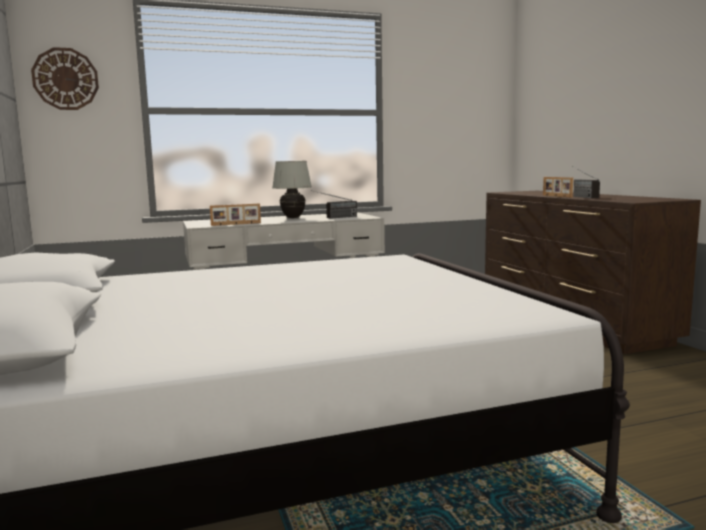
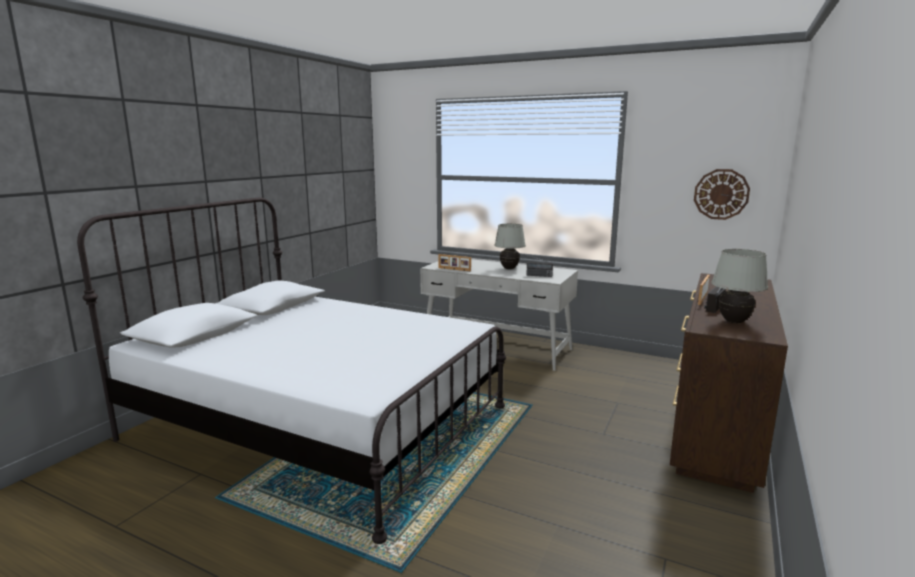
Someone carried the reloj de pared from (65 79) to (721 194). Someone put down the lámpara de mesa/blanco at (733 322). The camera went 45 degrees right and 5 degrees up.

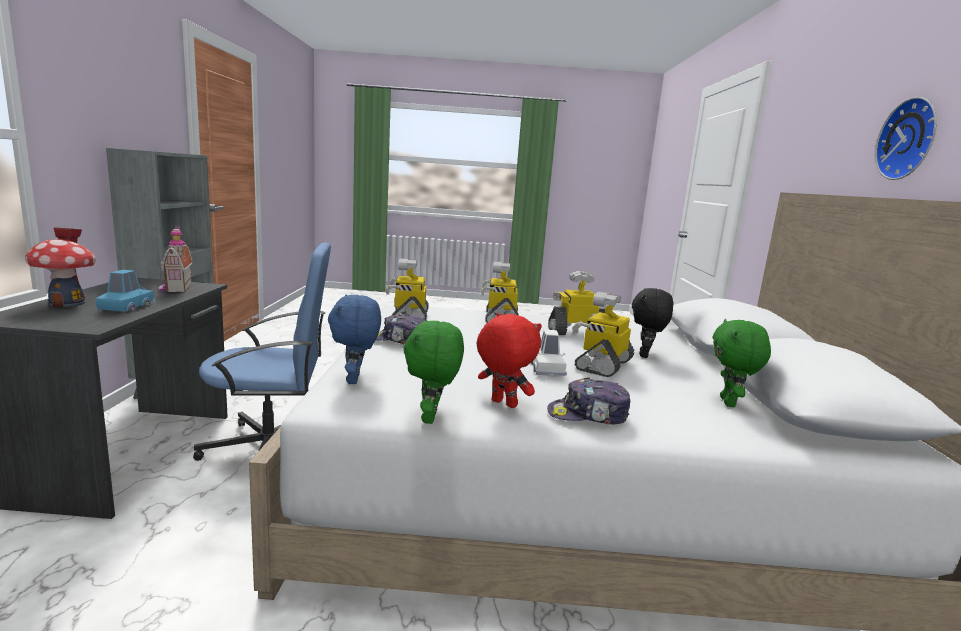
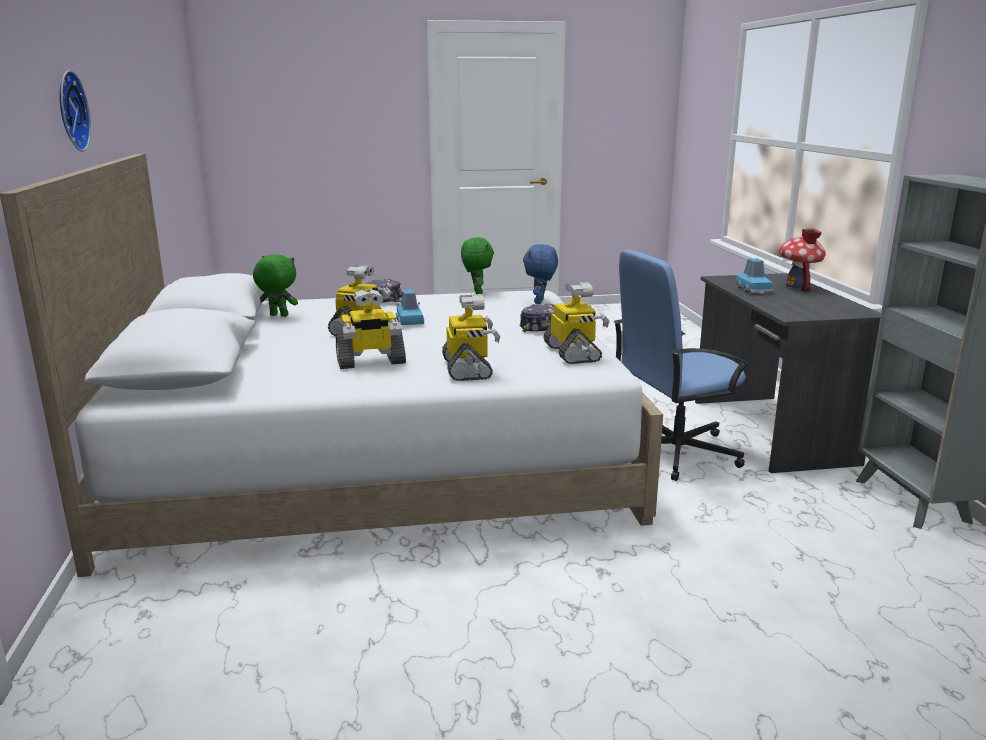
Someone rotated the peluche/verde at (729 403) by 75 degrees counterclockwise. Someone repainted the coche de juguete/blanco at (547 369), which became the coche de juguete/azul at (410 321). Someone rotated the peluche/azul at (355 380) by 150 degrees counterclockwise. Someone took away the casita at (175 288). Someone took away the peluche/rojo at (502 404). Someone took away the peluche/negro at (645 355). The camera went 170 degrees right and 5 degrees up.

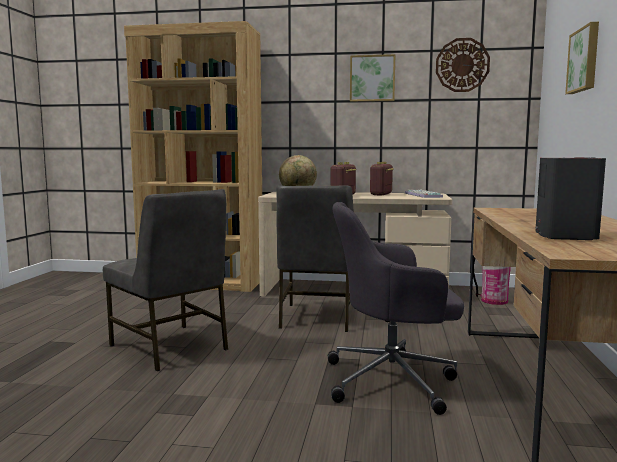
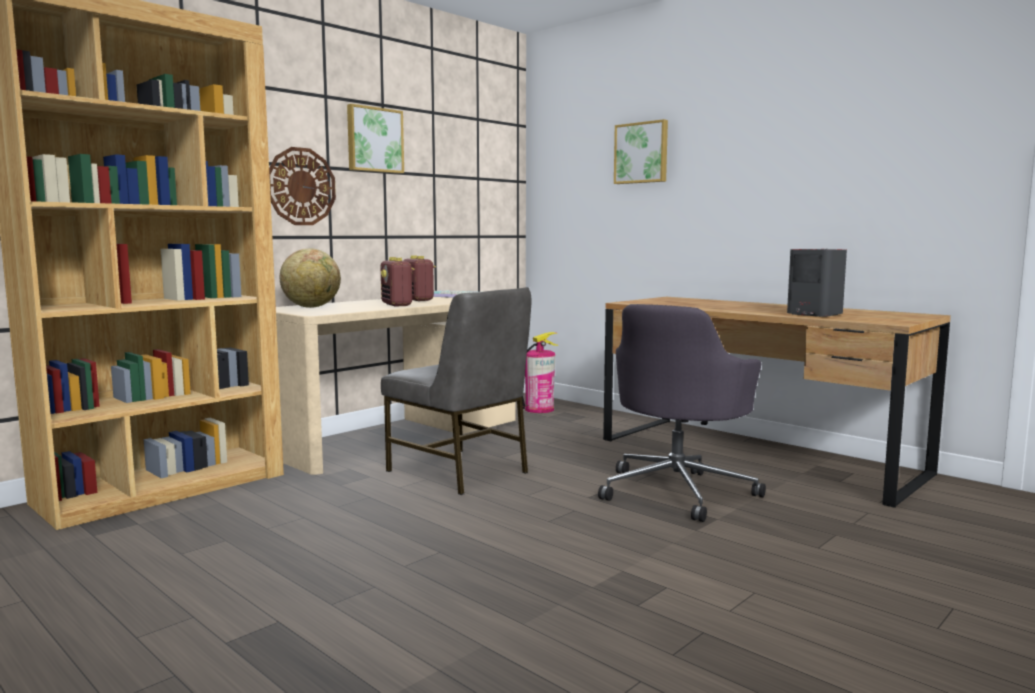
Someone carried the reloj de pared from (462 65) to (301 186). Someone took away the silla/gris at (170 347). The camera went 55 degrees left and 0 degrees up.

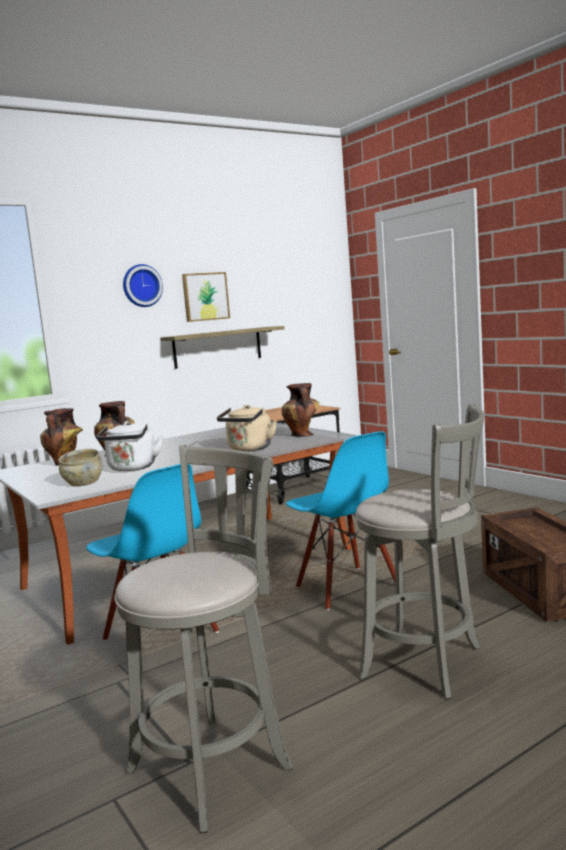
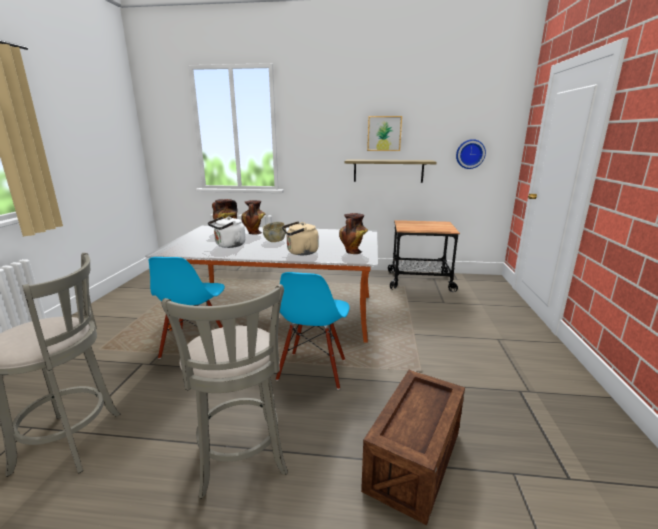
Someone carried the cuenco/beis from (83 483) to (275 240). Someone carried the reloj de pared from (141 286) to (470 154). The camera went 40 degrees right and 10 degrees up.

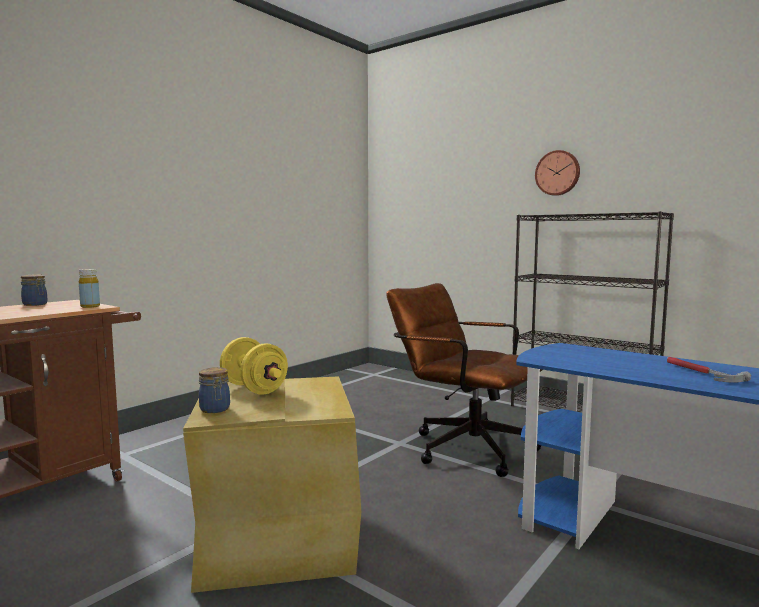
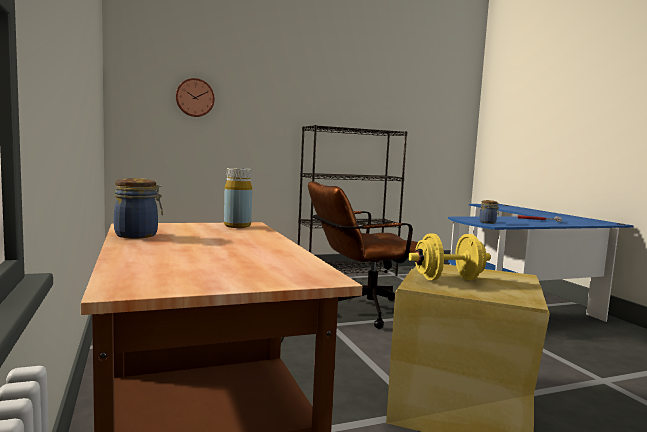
Someone carried the reloj de pared from (558 173) to (195 97). Someone carried the tarro from (215 409) to (488 222). The camera went 60 degrees left and 0 degrees up.

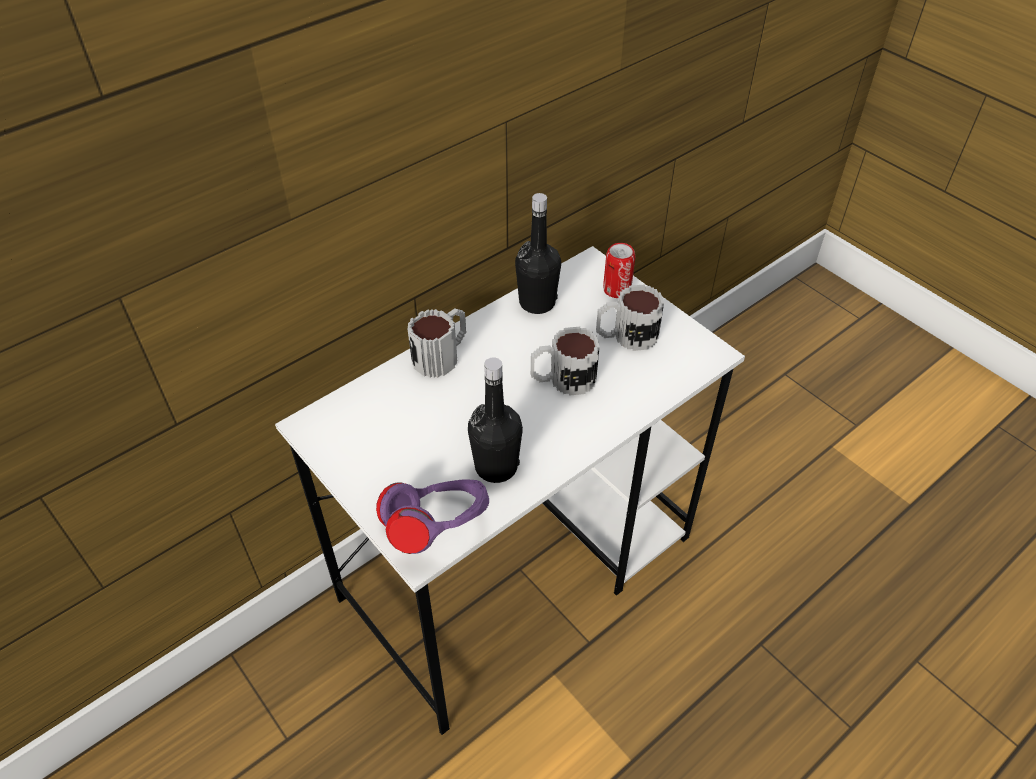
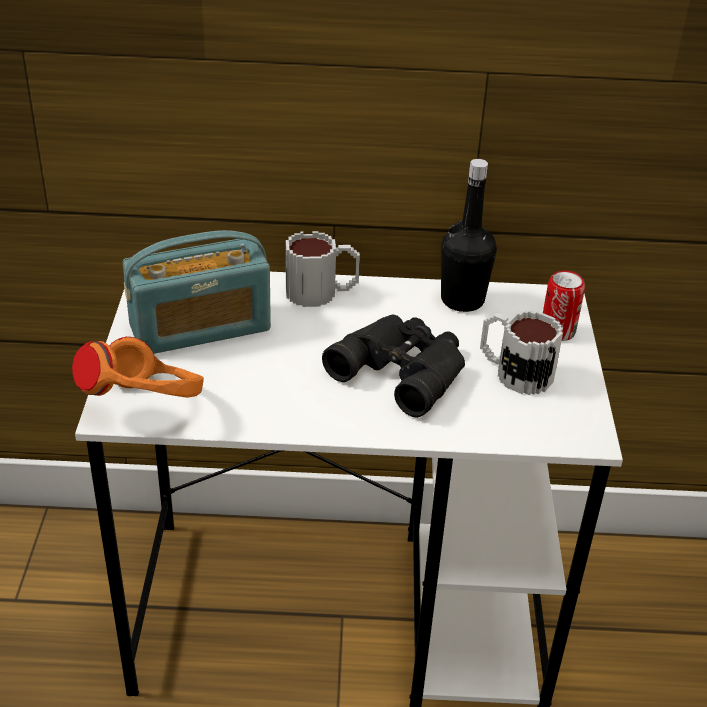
Someone repainted the auriculares/morado at (437 529), which became the auriculares/naranja at (146 406). Someone put down the radio at (200 328). Someone swapped the taza grande at (562 379) for the prismáticos/negro at (403 369). Someone took away the botella/negro at (496 467). The camera went 40 degrees right and 10 degrees down.

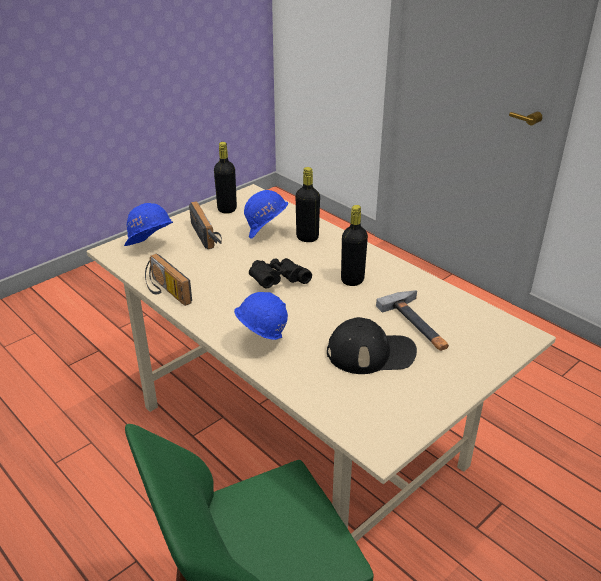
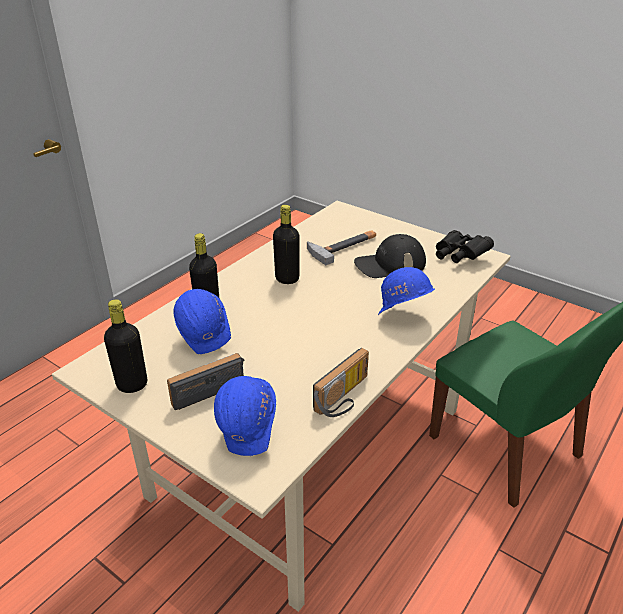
Someone rotated the gorra/negro at (371 353) by 90 degrees counterclockwise. Someone carried the prismáticos/negro from (277 282) to (458 256). The camera went 100 degrees left and 0 degrees up.

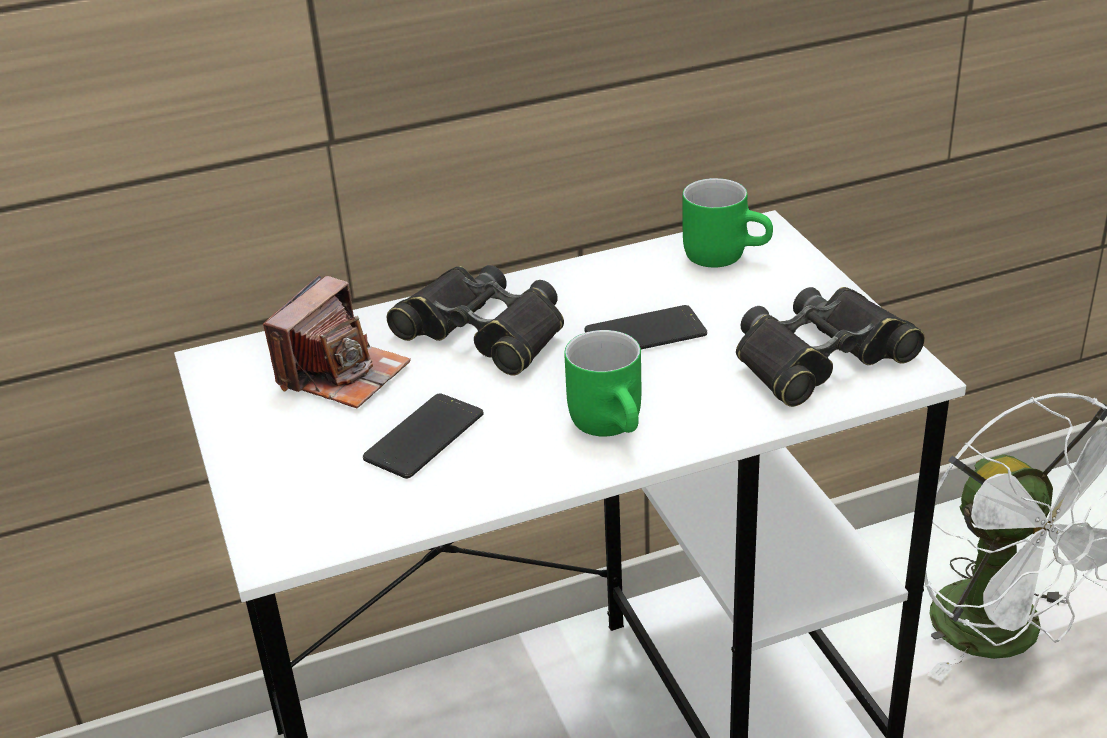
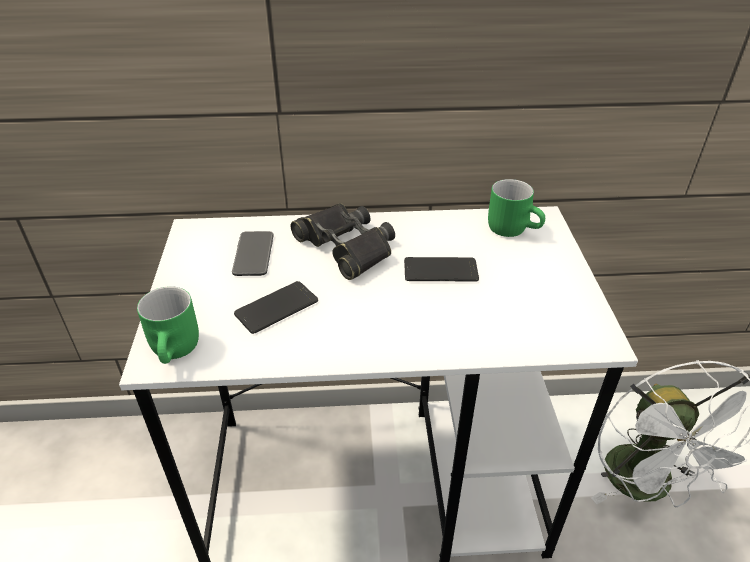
Someone carried the taza grande/verde from (615 423) to (178 349). Someone swapped the cámara at (343 374) for the móvil at (253 254). Someone took away the prismáticos/negro at (820 358). The camera went 15 degrees right and 5 degrees up.

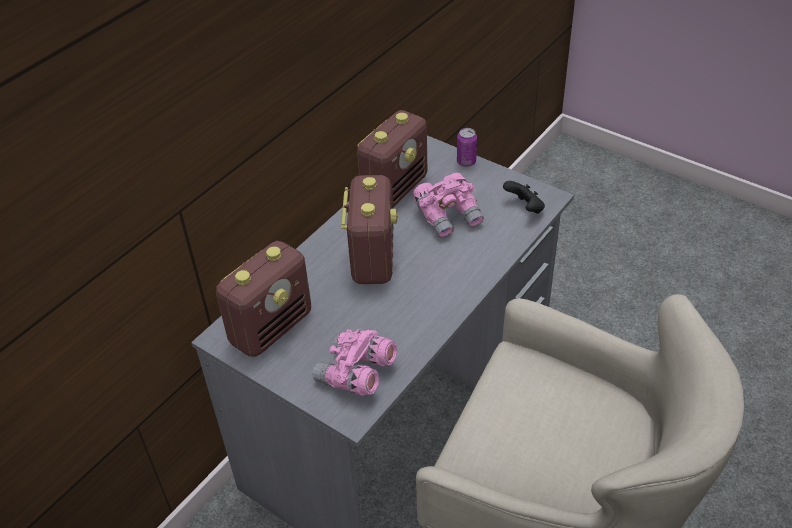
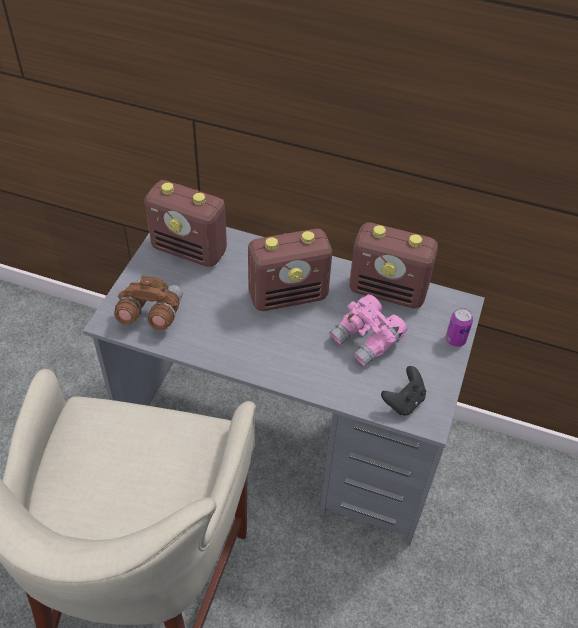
Someone repainted the prismáticos/rosa at (356 375), which became the prismáticos/marrón at (150 314). The camera went 70 degrees right and 5 degrees up.

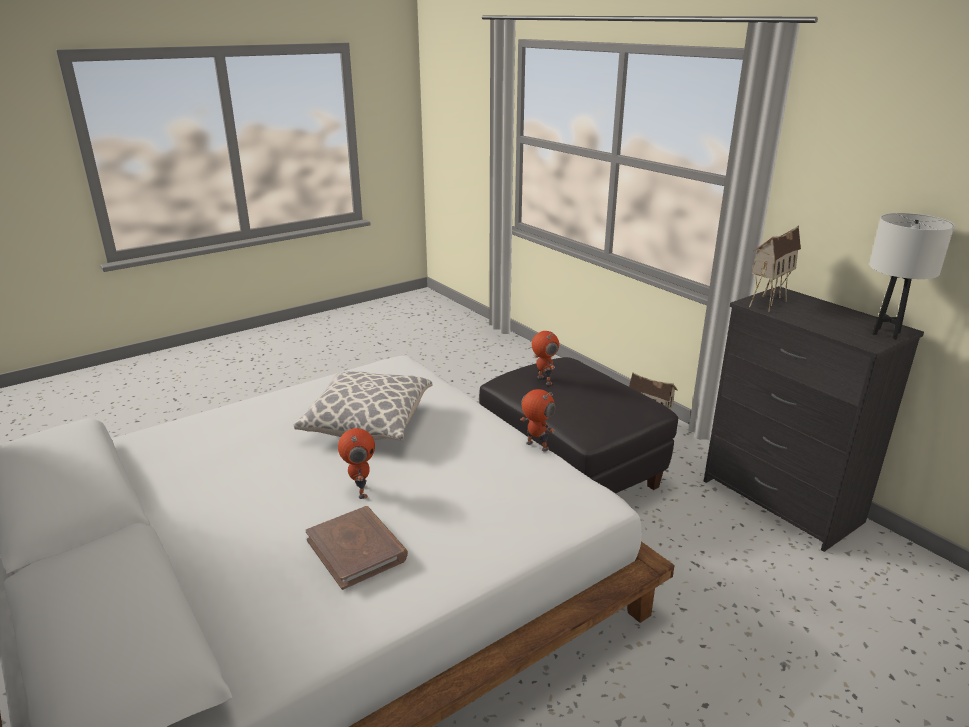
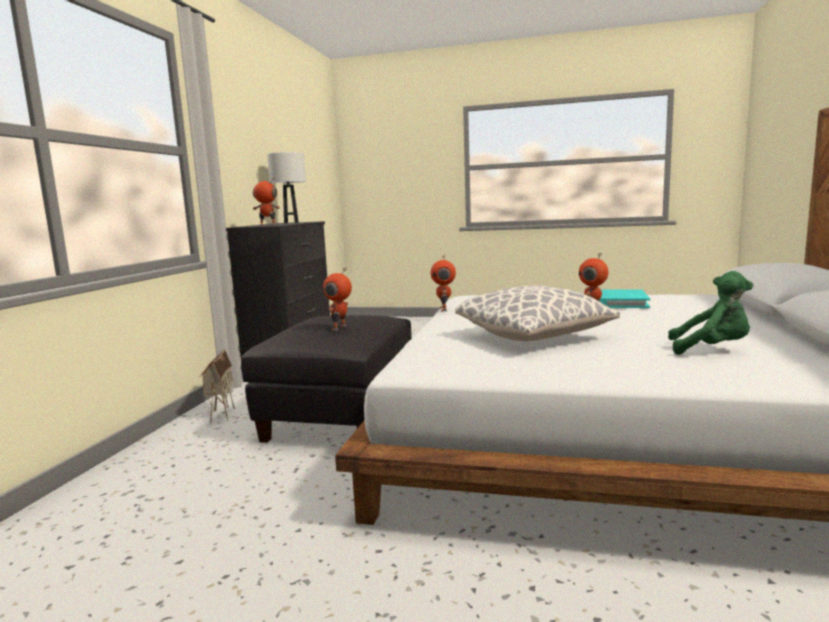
Someone swapped the casita at (766 302) for the robot de juguete at (267 225). Someone repainted the libro/marrón at (357 550), which became the libro/turquesa at (620 302). Someone put down the peluche/verde at (711 349). The camera went 130 degrees left and 15 degrees down.

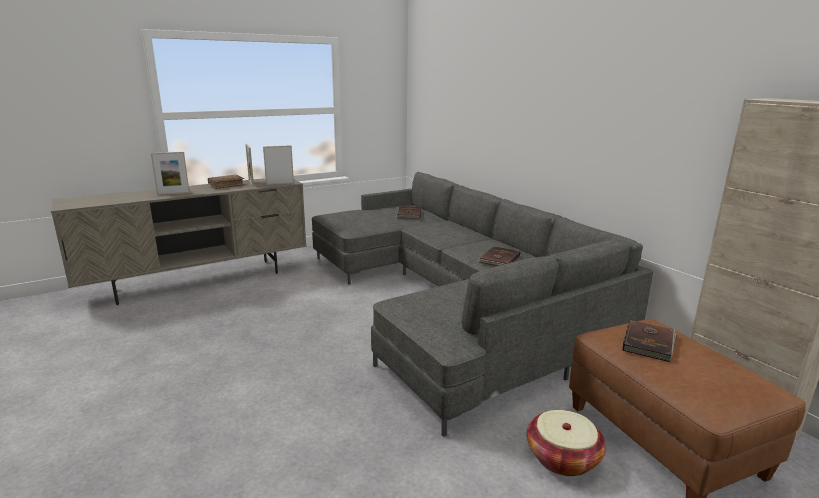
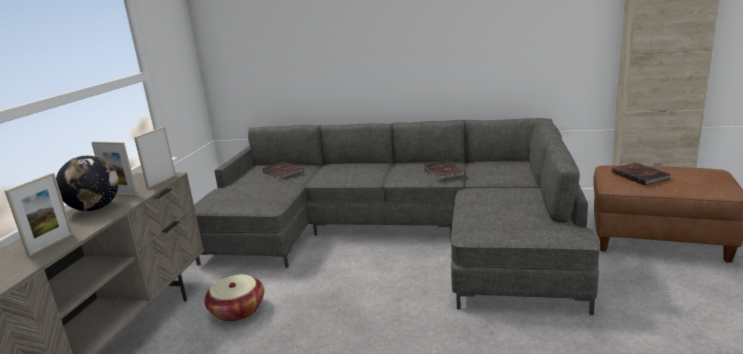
Someone swapped the libro/marrón at (226 185) for the globo terráqueo at (95 208). Someone carried the cesta from (562 458) to (237 310). The camera went 45 degrees left and 0 degrees up.

